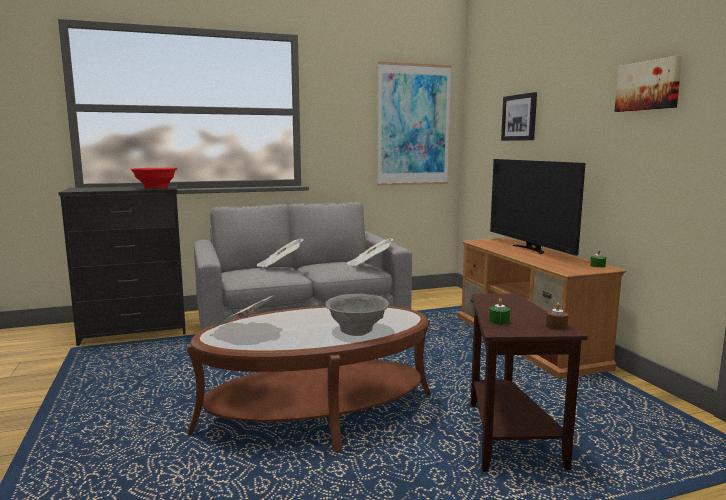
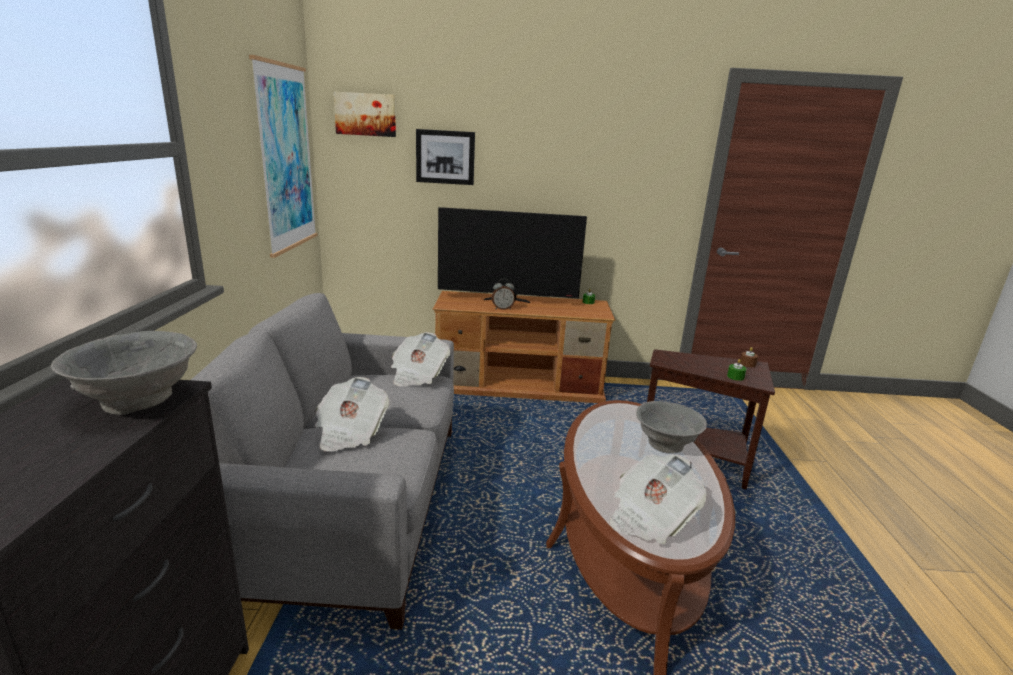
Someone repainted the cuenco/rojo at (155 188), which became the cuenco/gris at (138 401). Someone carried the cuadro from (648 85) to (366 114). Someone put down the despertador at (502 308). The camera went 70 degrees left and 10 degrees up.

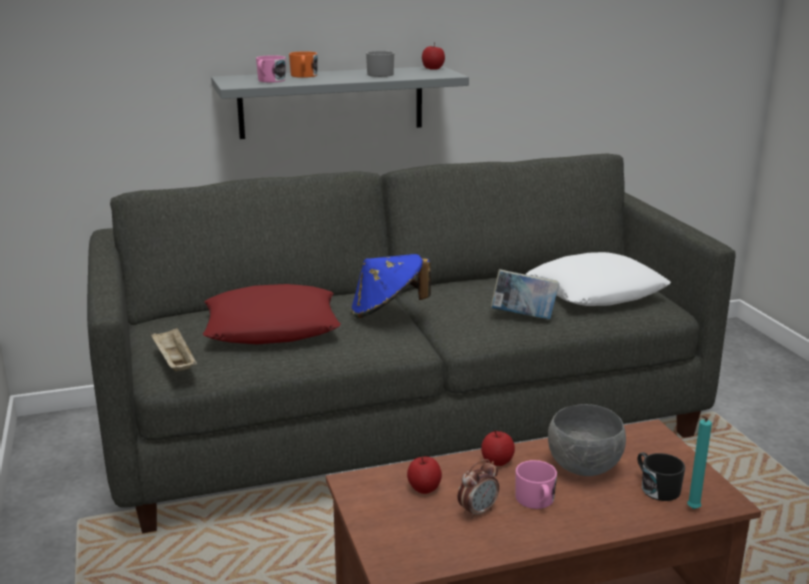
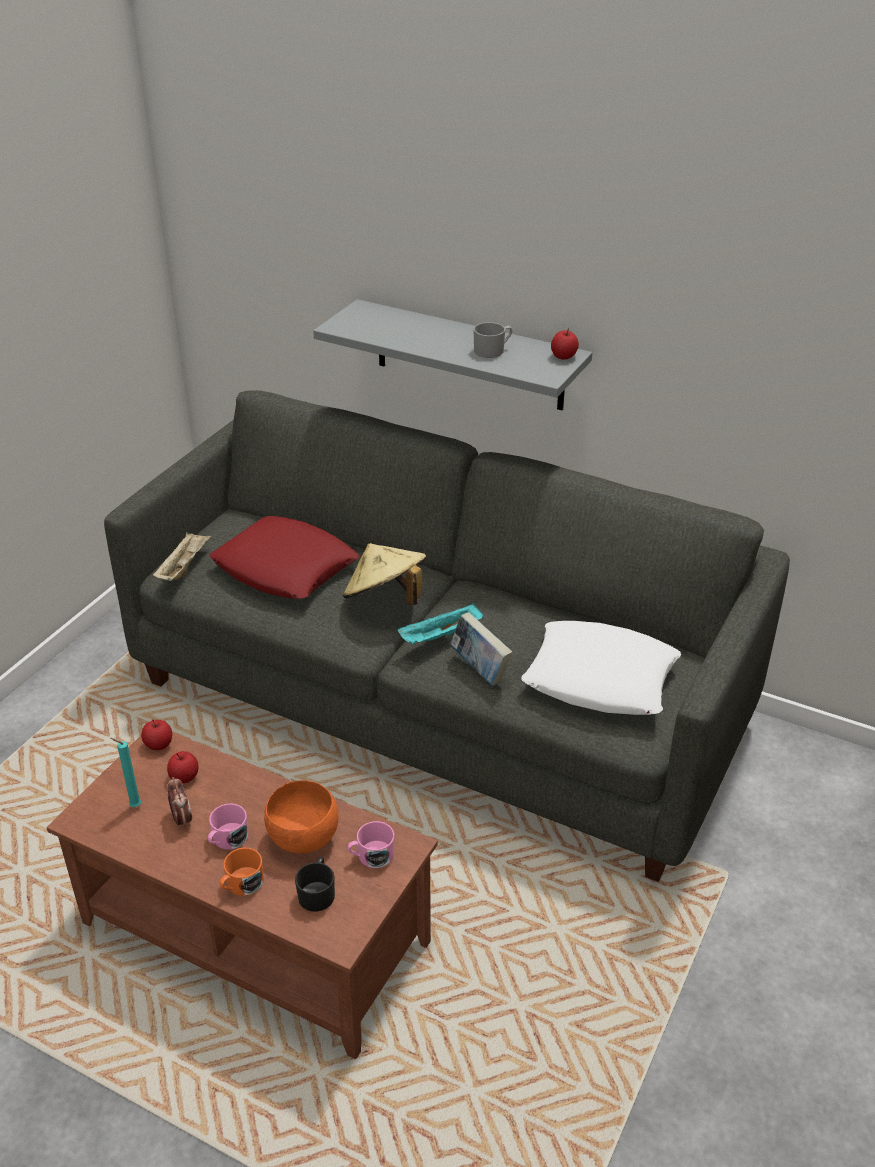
Someone carried the vela/turquesa from (692 510) to (133 806). Someone carried the manzana from (497 461) to (158 744). Someone rotated the despertador at (477 512) by 120 degrees counterclockwise. Someone carried the taza grande/naranja from (304 76) to (241 885). Someone repainted the cuenco/gris at (585 468), which became the cuenco/naranja at (303 840). Someone repainted the sombrero/azul at (387 311), which became the sombrero/beis at (385 599). Someone carried the taza grande/rosa from (269 80) to (371 856). Someone put down the bandeja/turquesa at (440 637). The camera went 45 degrees right and 15 degrees up.

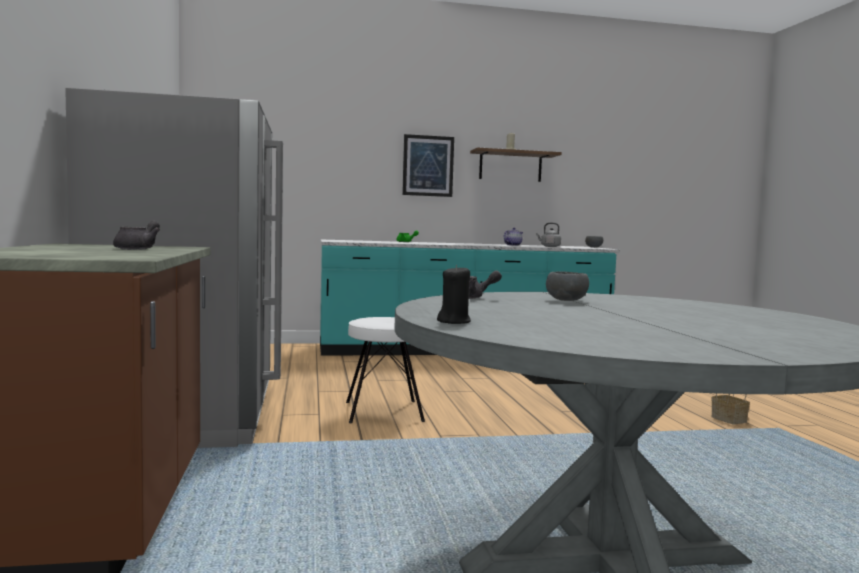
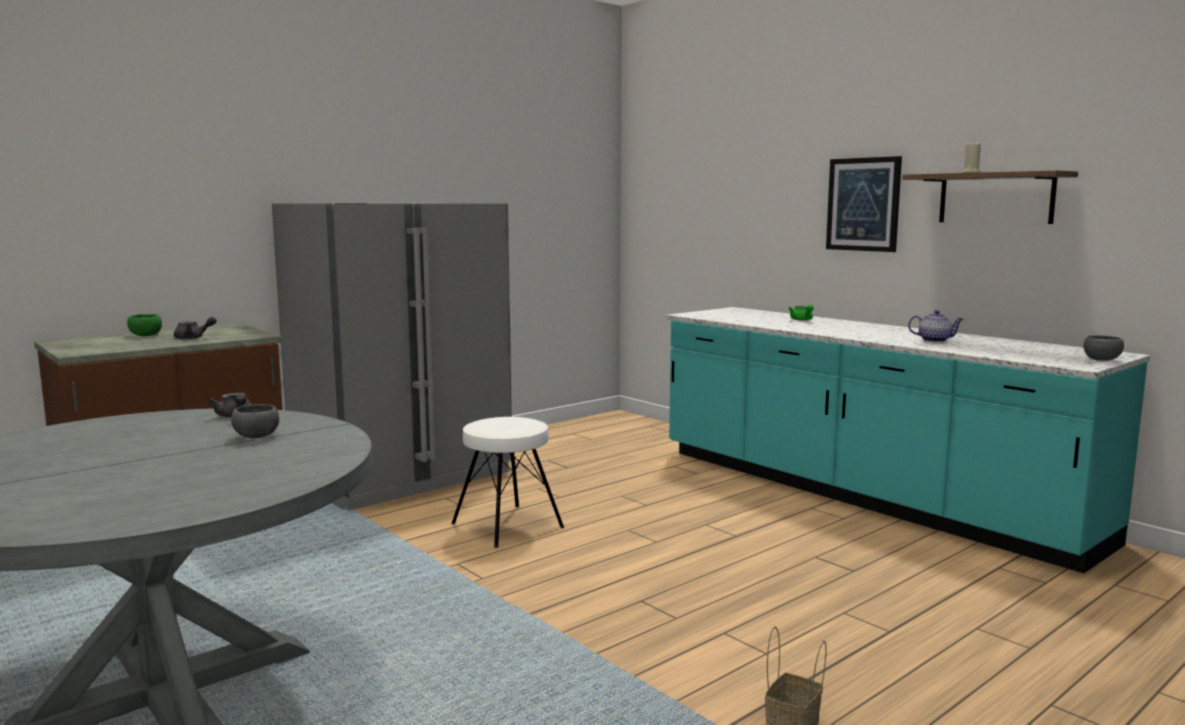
Someone put down the cuenco/verde at (145 336). Someone took away the vela/negro at (454 322). Someone took away the hervidor/gris at (549 246). The camera went 60 degrees right and 5 degrees up.

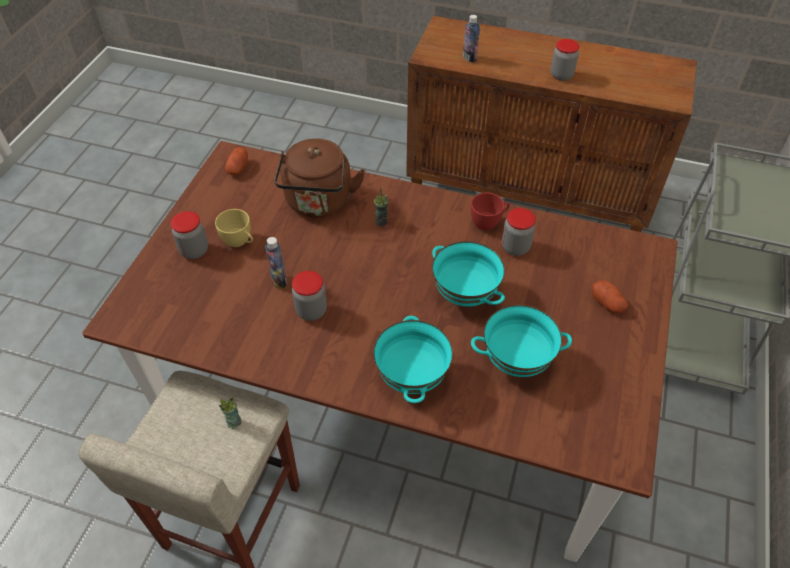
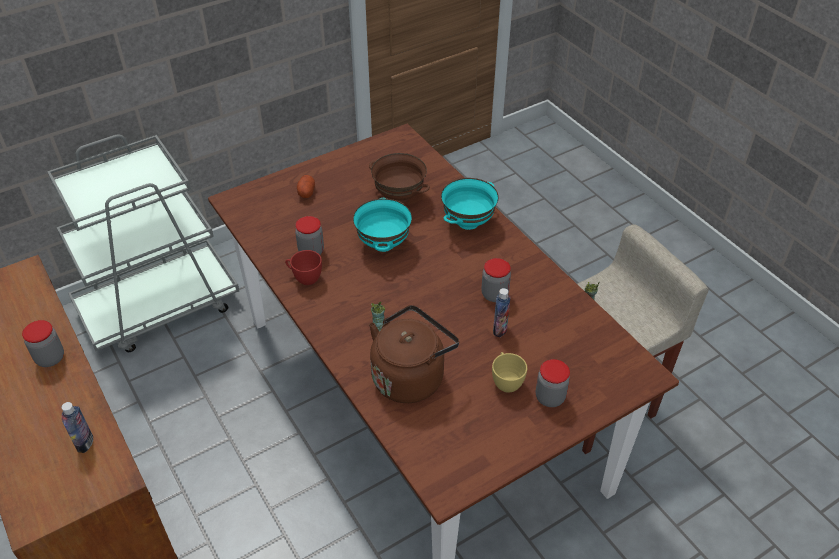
Someone repainted the cuenco/turquesa at (516 363), which became the cuenco/marrón at (400 196). Someone took away the patata at (238 168). The camera went 140 degrees left and 5 degrees down.

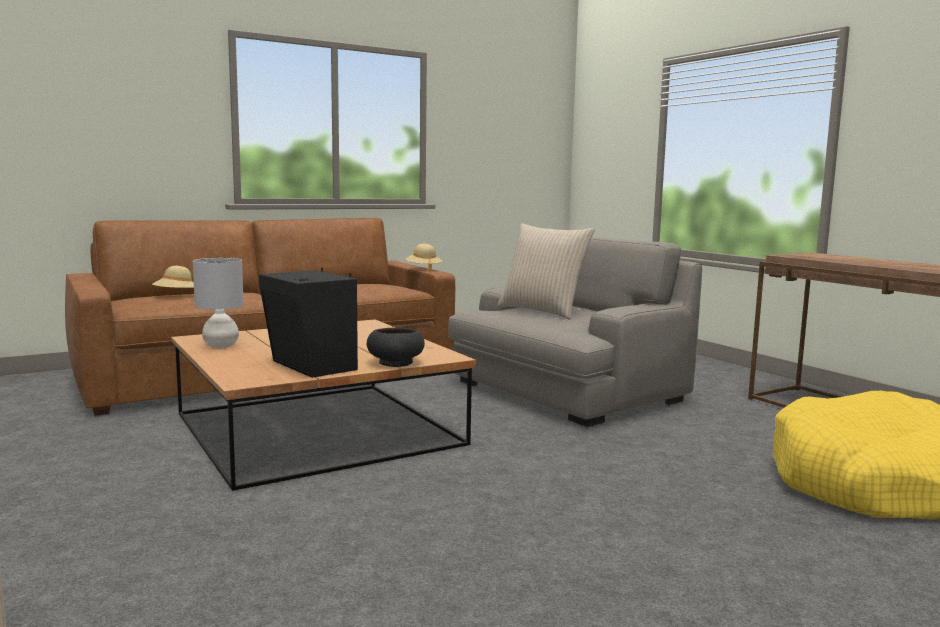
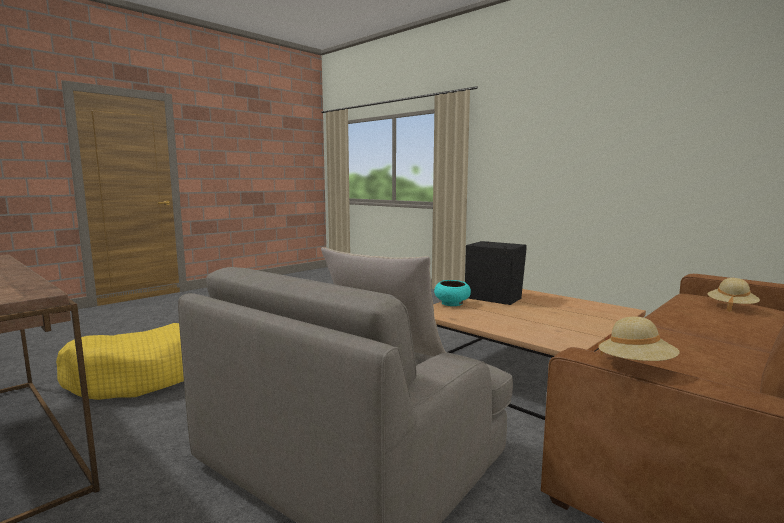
Someone repainted the cuenco/negro at (395 363), which became the cuenco/turquesa at (452 303). Someone took away the lámpara de mesa/gris at (220 345). The camera went 165 degrees right and 0 degrees up.

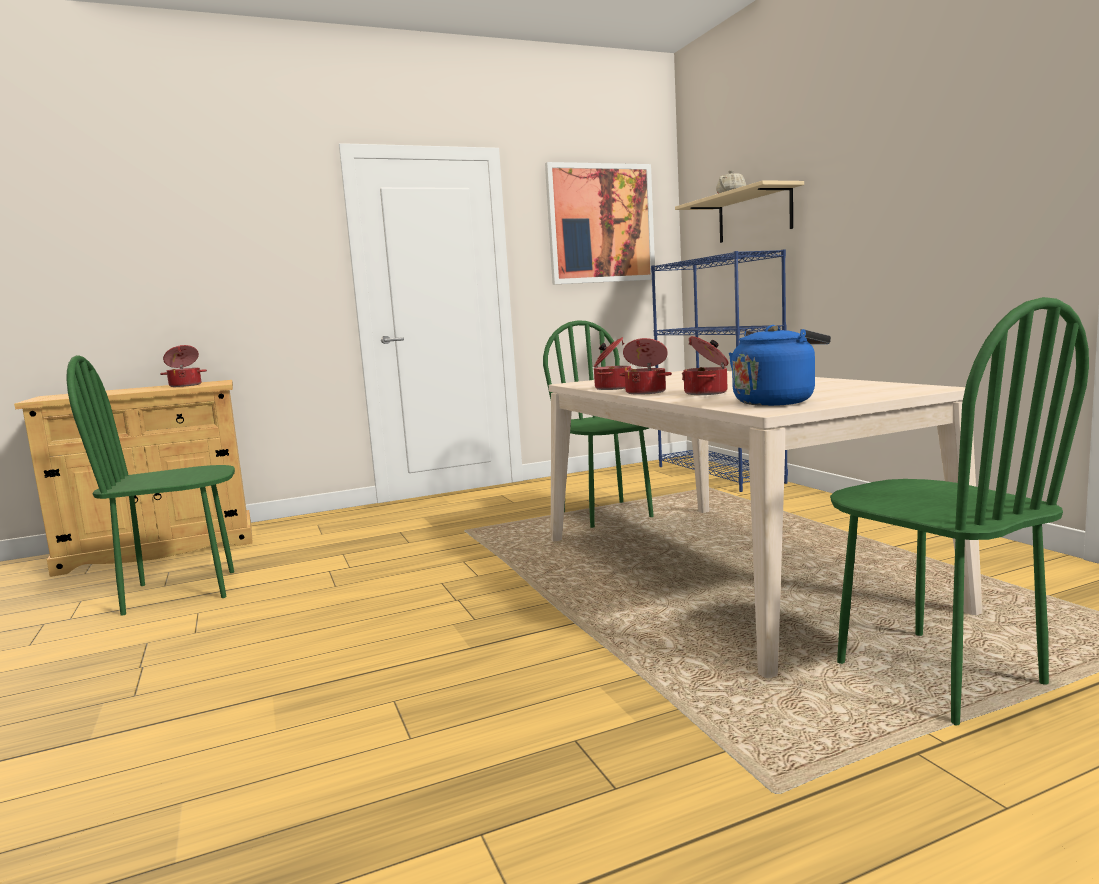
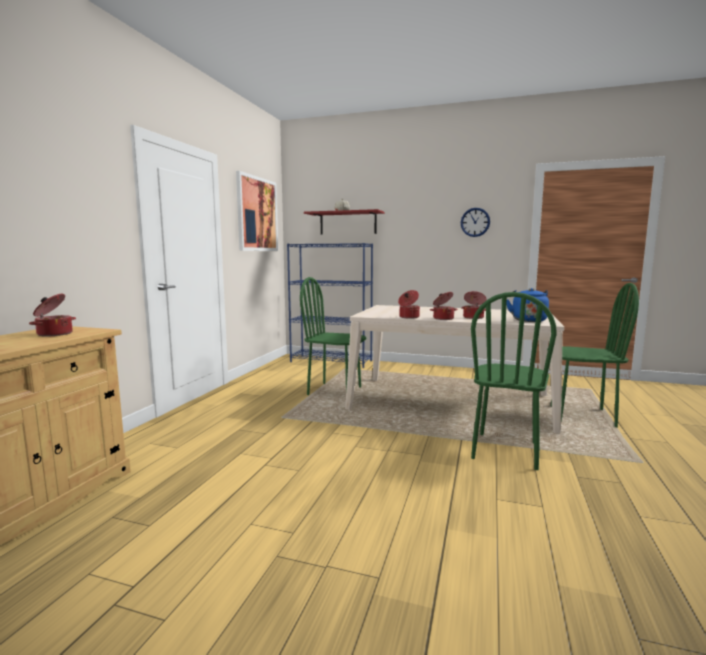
Someone repainted the estante/beis at (754 215), which became the estante/rojo at (348 223). Someone put up the reloj de pared at (475 222). Someone carried the silla/verde from (181 591) to (505 451). The camera went 50 degrees left and 0 degrees up.

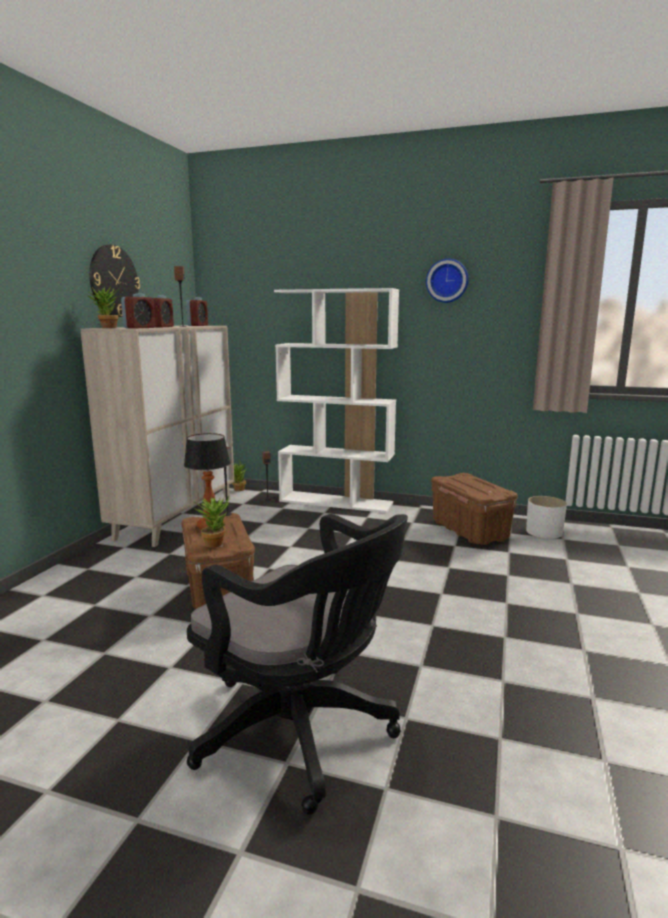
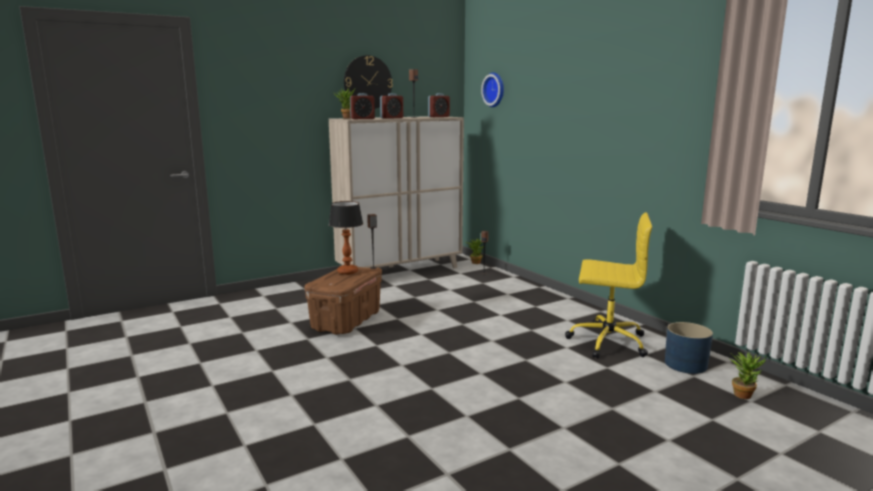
Someone carried the reloj de pared from (447 281) to (495 90). Someone swapped the caja de almacenaje/marrón at (470 531) for the silla de oficina/amarillo at (606 341). Someone repainted the maceta/blanco at (544 532), which became the maceta/azul at (686 365). Someone carried the planta en maceta from (215 542) to (744 394). Someone took away the silla de oficina/negro at (302 734). Someone took away the estantería/blanco at (336 502). The camera went 40 degrees right and 0 degrees up.

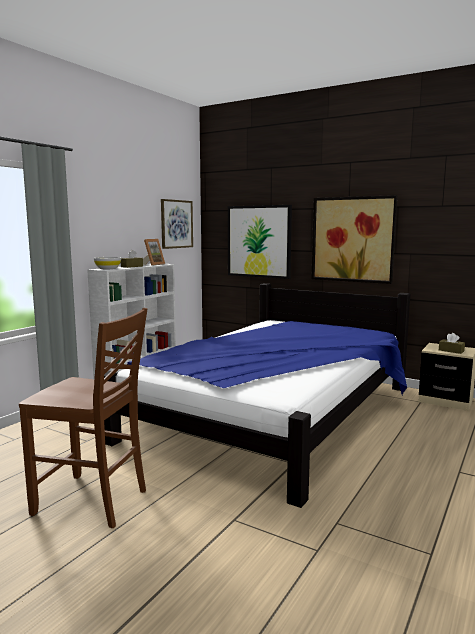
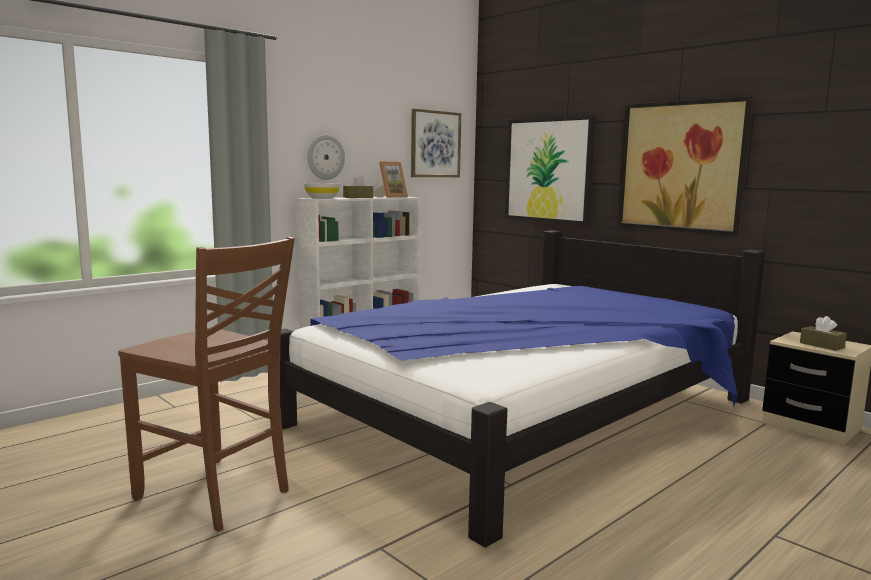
Someone put up the reloj de pared at (325 157). The camera went 15 degrees right and 0 degrees up.

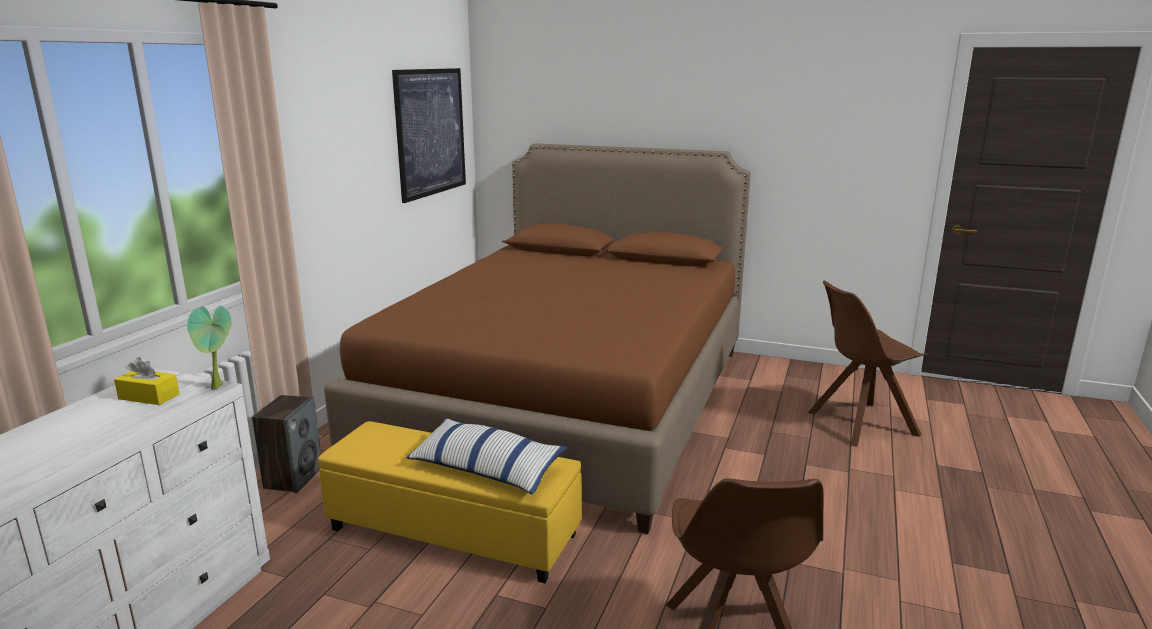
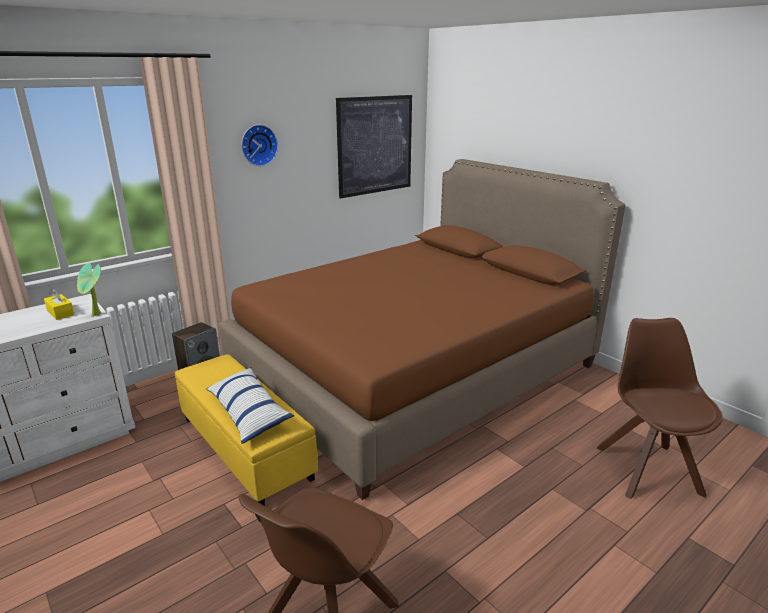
Someone put up the reloj de pared at (258 145). Someone rotated the silla/marrón at (859 424) by 75 degrees clockwise. The camera went 30 degrees right and 5 degrees up.

